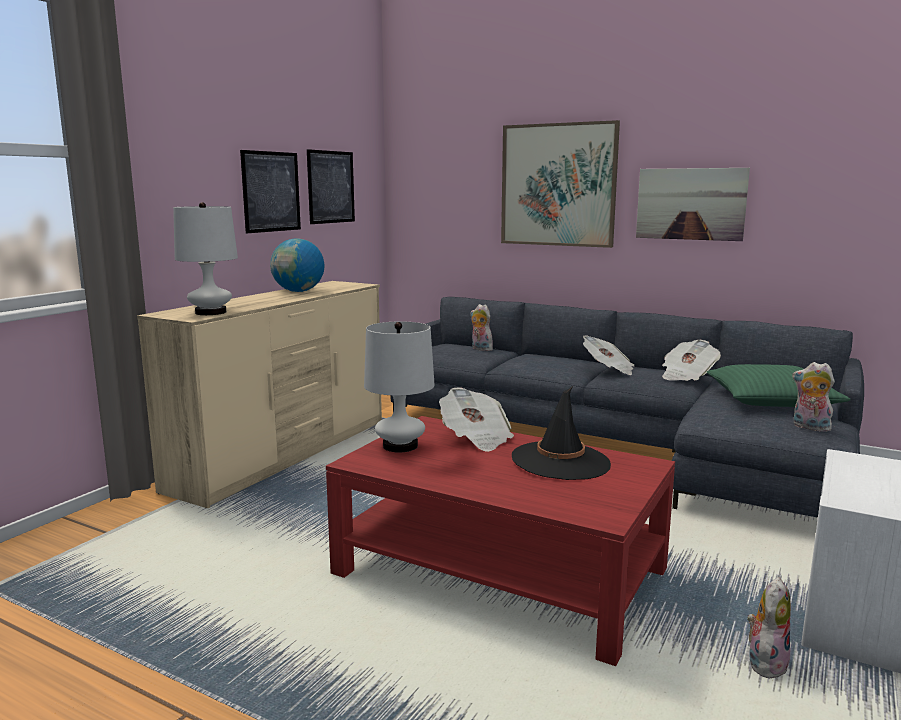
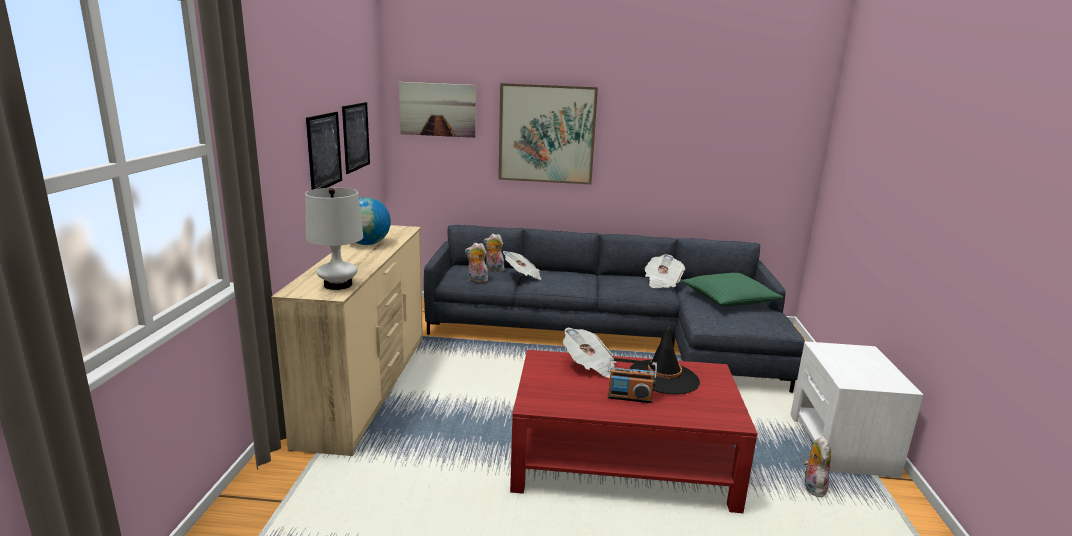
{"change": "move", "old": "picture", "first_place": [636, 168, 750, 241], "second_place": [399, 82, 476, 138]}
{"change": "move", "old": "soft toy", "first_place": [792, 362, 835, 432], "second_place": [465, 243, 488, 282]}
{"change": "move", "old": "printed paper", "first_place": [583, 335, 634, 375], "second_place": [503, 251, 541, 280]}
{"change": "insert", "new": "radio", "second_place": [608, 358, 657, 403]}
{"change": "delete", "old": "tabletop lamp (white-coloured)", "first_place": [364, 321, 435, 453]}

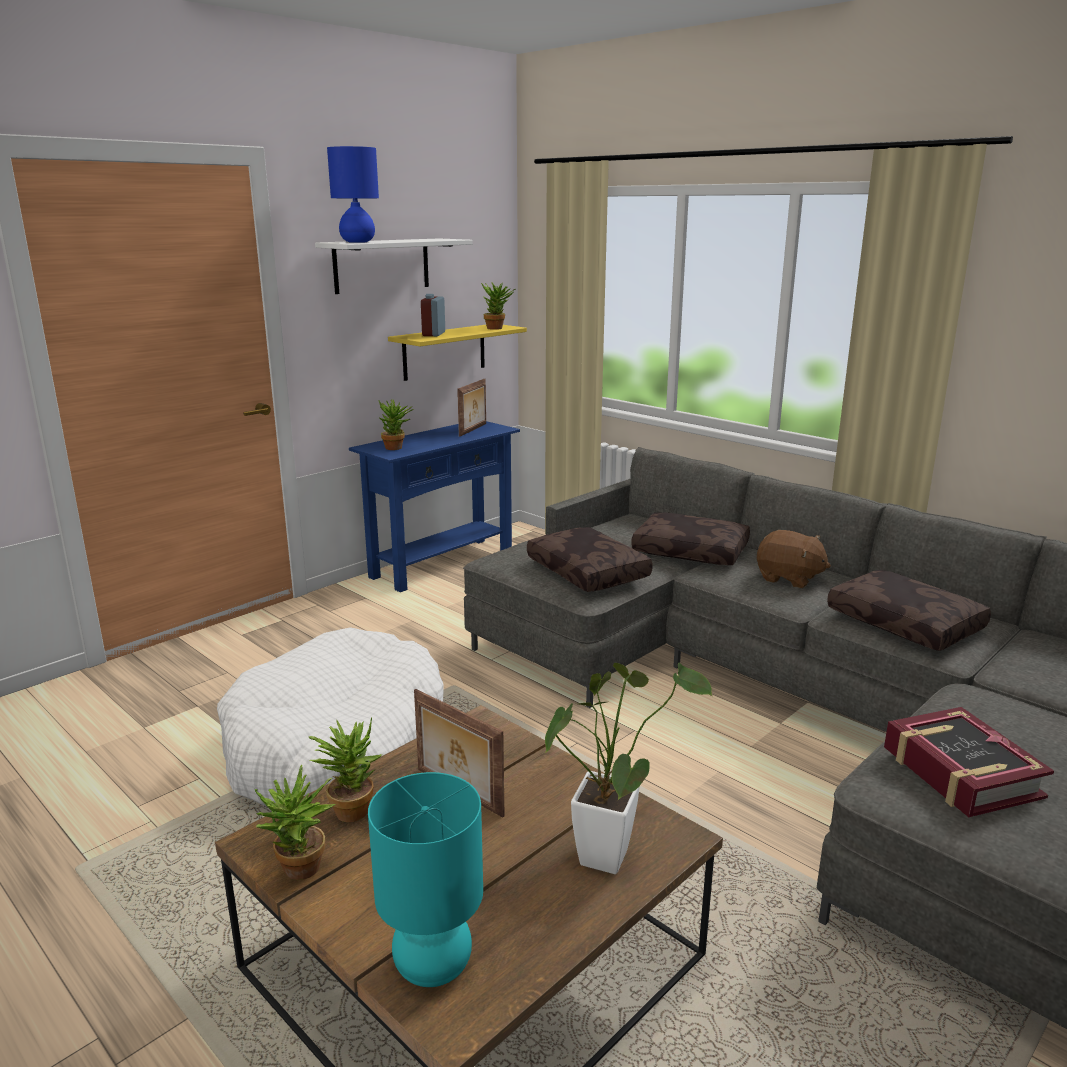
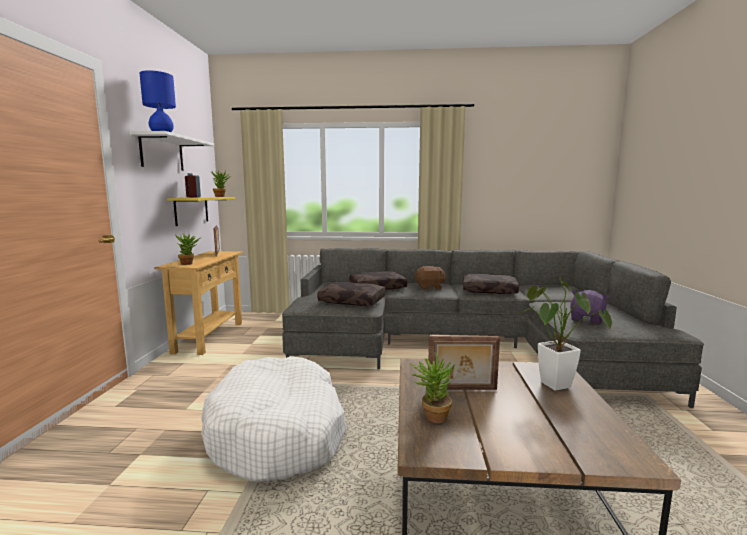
{"change": "recolor", "old": "hall table (blue-coloured)", "new": "hall table (sand-coloured)", "first_place": [349, 421, 520, 592], "second_place": [154, 251, 242, 355]}
{"change": "replace", "old": "book", "new": "soft toy (purple)", "first_place": [884, 707, 1054, 817], "second_place": [570, 290, 610, 324]}
{"change": "delete", "old": "houseplant", "first_place": [255, 765, 336, 880]}
{"change": "delete", "old": "tabletop lamp (turquoise-coloured)", "first_place": [368, 772, 483, 987]}

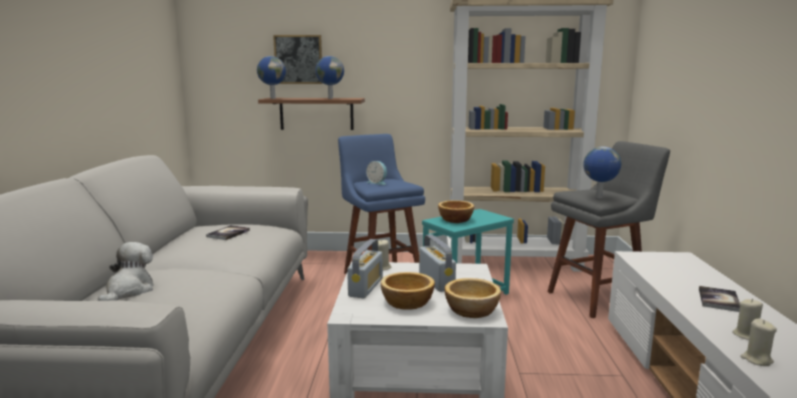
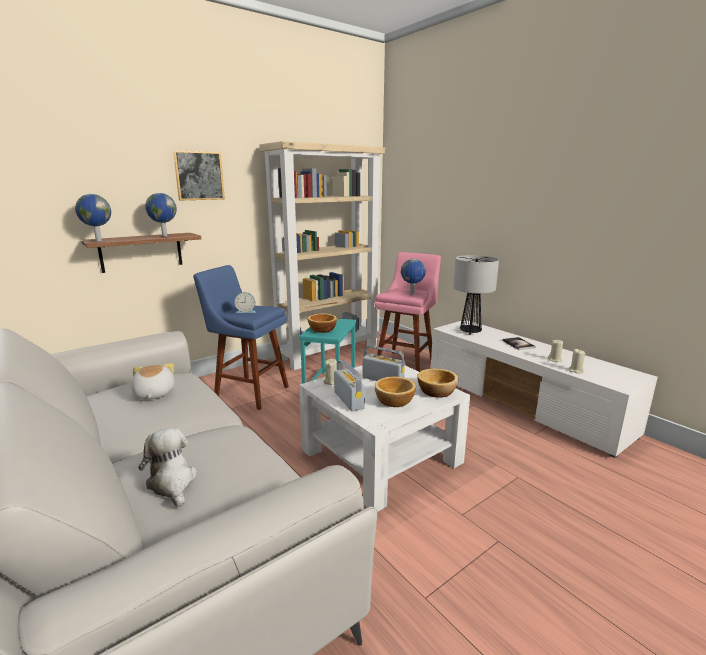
{"change": "replace", "old": "book", "new": "soft toy", "first_place": [206, 225, 250, 240], "second_place": [131, 363, 174, 399]}
{"change": "move", "old": "picture", "first_place": [273, 35, 323, 84], "second_place": [173, 150, 225, 201]}
{"change": "recolor", "old": "stool seat (gray)", "new": "stool seat (pink)", "first_place": [548, 141, 670, 318], "second_place": [374, 252, 441, 372]}
{"change": "insert", "new": "tabletop lamp", "second_place": [453, 255, 499, 335]}

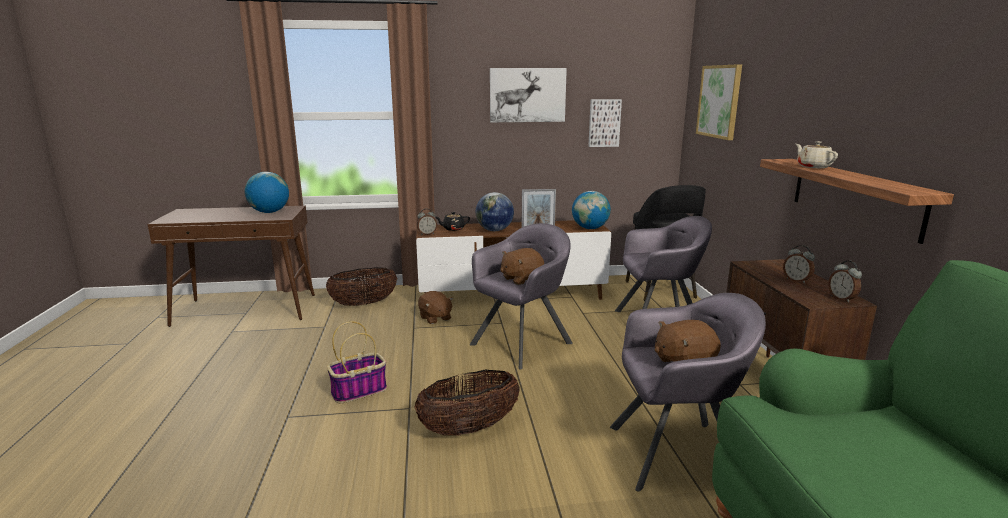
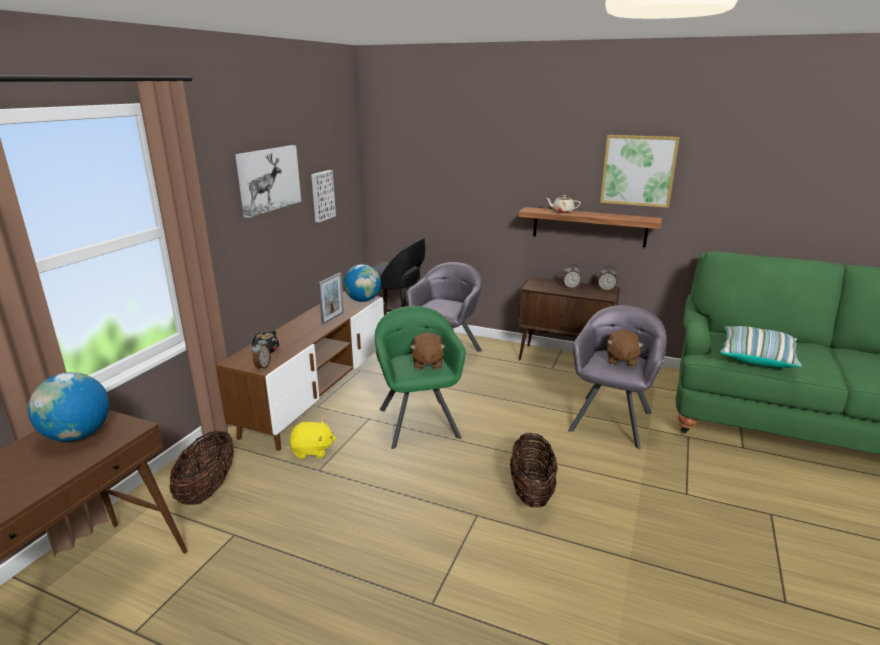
{"change": "recolor", "old": "soft toy (brown-coloured)", "new": "soft toy (yellow-coloured)", "first_place": [418, 291, 453, 324], "second_place": [289, 420, 336, 459]}
{"change": "recolor", "old": "armchair (gray)", "new": "armchair (green-coloured)", "first_place": [470, 223, 573, 370], "second_place": [375, 306, 466, 449]}
{"change": "move", "old": "picture", "first_place": [696, 64, 742, 140], "second_place": [600, 135, 680, 208]}
{"change": "insert", "new": "throw pillow", "second_place": [720, 326, 802, 368]}
{"change": "delete", "old": "storage basket", "first_place": [327, 321, 387, 403]}
{"change": "delete", "old": "world globe", "first_place": [476, 192, 514, 231]}

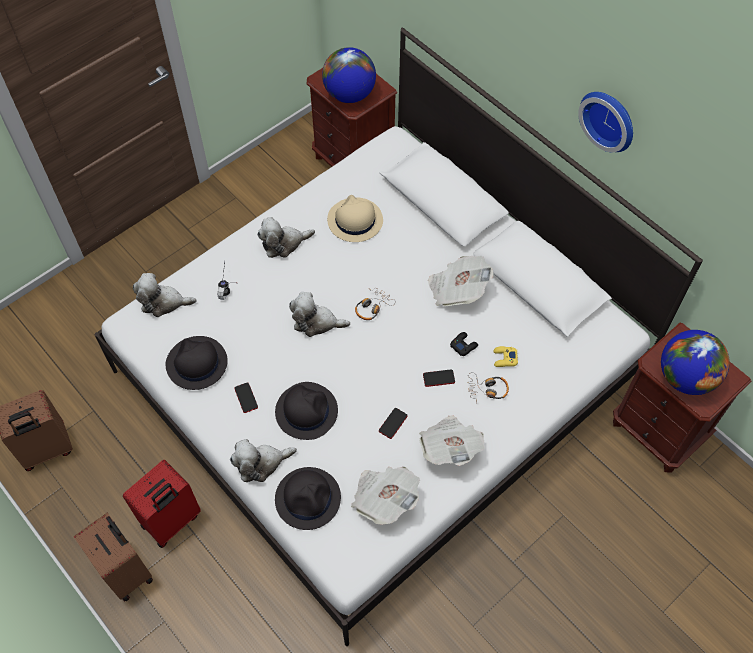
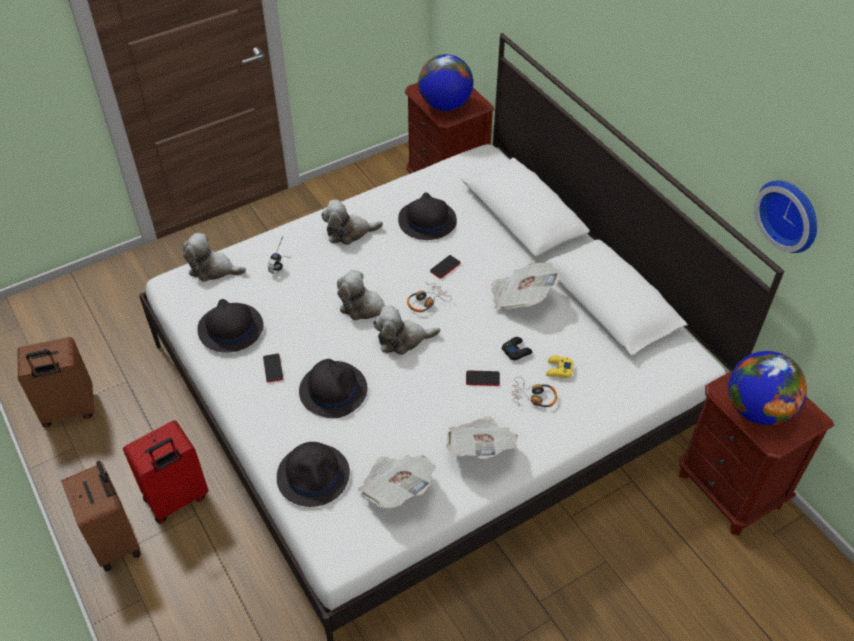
{"change": "move", "old": "soft toy", "first_place": [230, 439, 297, 482], "second_place": [373, 306, 440, 355]}
{"change": "recolor", "old": "clothing hat (sand-coloured)", "new": "clothing hat (black-coloured)", "first_place": [327, 195, 383, 242], "second_place": [398, 192, 457, 240]}
{"change": "move", "old": "phone", "first_place": [379, 408, 408, 439], "second_place": [430, 255, 461, 279]}
{"change": "move", "old": "wall clock", "first_place": [578, 92, 633, 152], "second_place": [754, 180, 817, 253]}

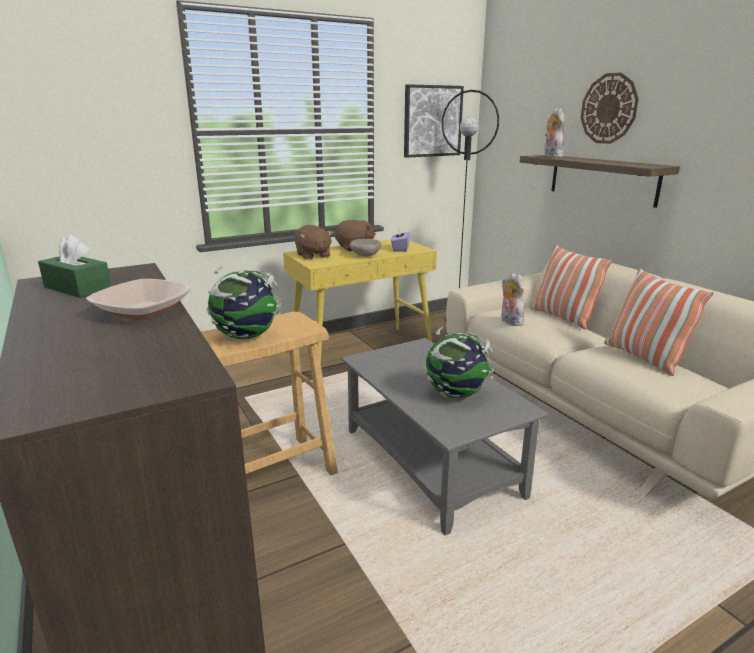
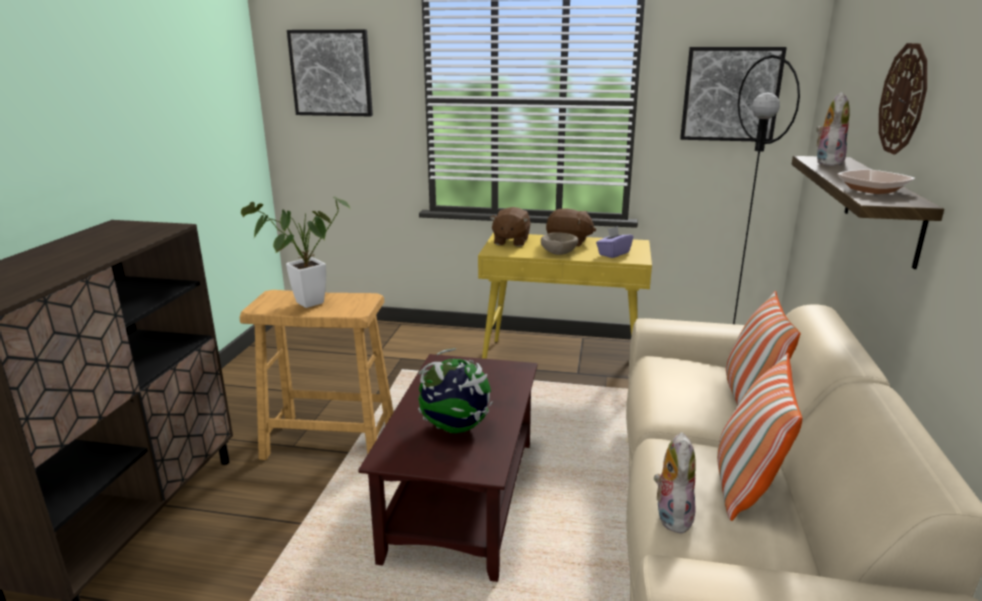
{"change": "replace", "old": "world globe", "new": "houseplant", "first_place": [207, 266, 281, 340], "second_place": [241, 197, 351, 308]}
{"change": "insert", "new": "picture", "second_place": [287, 30, 373, 117]}
{"change": "recolor", "old": "coffee table (gray)", "new": "coffee table (brown-coloured)", "first_place": [341, 338, 549, 535], "second_place": [358, 354, 538, 582]}
{"change": "move", "old": "soft toy", "first_place": [501, 273, 524, 326], "second_place": [654, 432, 696, 533]}
{"change": "move", "old": "serving bowl", "first_place": [86, 279, 192, 320], "second_place": [837, 169, 915, 194]}
{"change": "delete", "old": "tissue holder (green-coloured)", "first_place": [38, 234, 111, 298]}

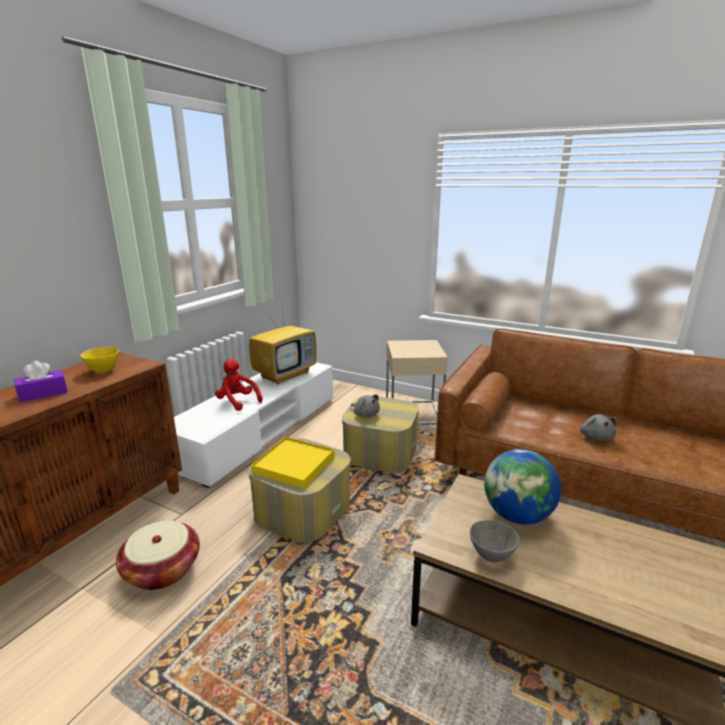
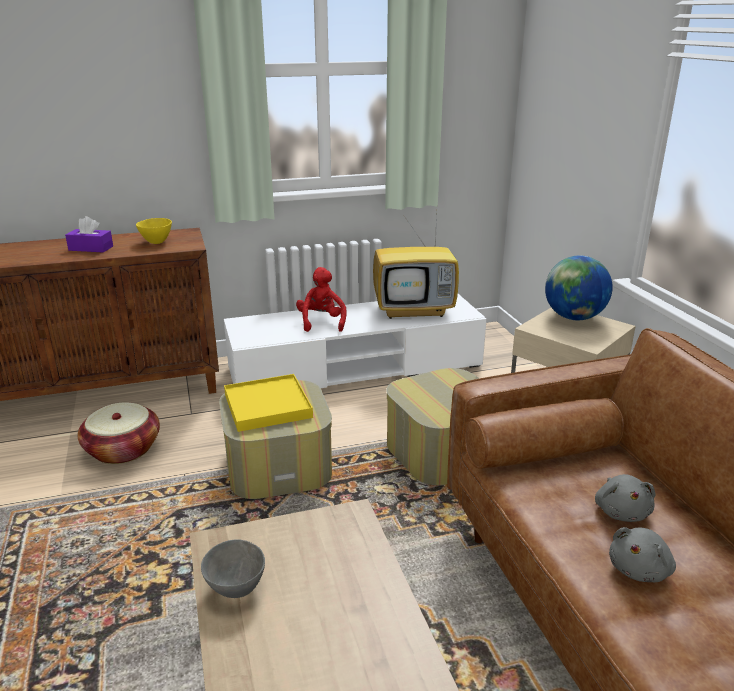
{"change": "move", "old": "world globe", "first_place": [484, 449, 561, 524], "second_place": [545, 255, 613, 320]}
{"change": "move", "old": "soft toy (gray)", "first_place": [351, 394, 380, 417], "second_place": [595, 474, 656, 522]}

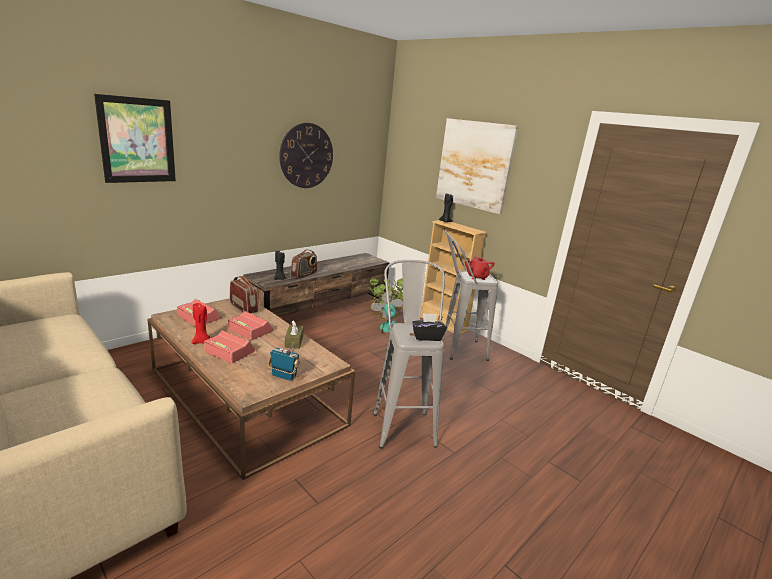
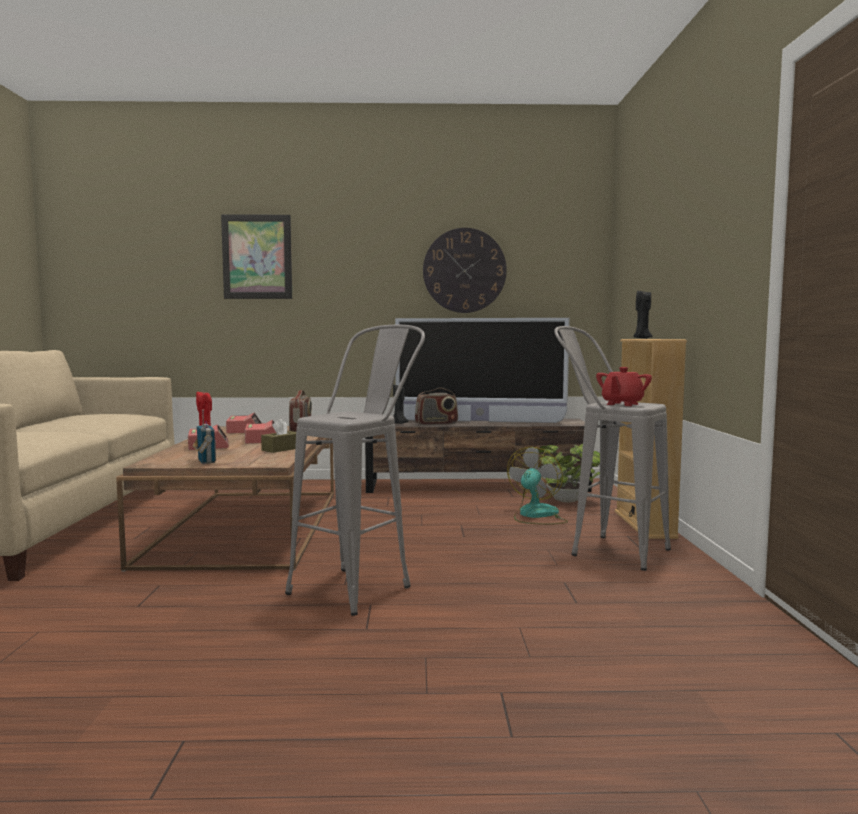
{"change": "insert", "new": "television", "second_place": [395, 318, 570, 423]}
{"change": "delete", "old": "tissue holder (black-coloured)", "first_place": [412, 313, 447, 341]}
{"change": "delete", "old": "picture", "first_place": [436, 118, 519, 214]}

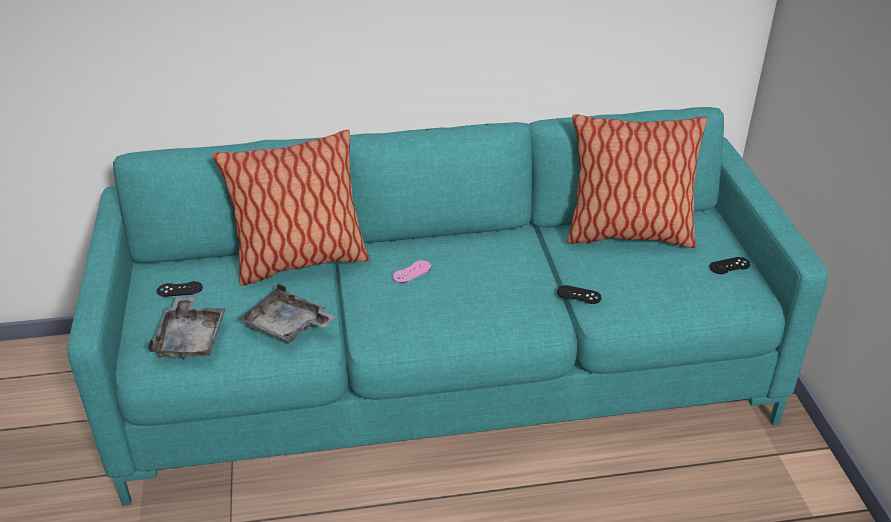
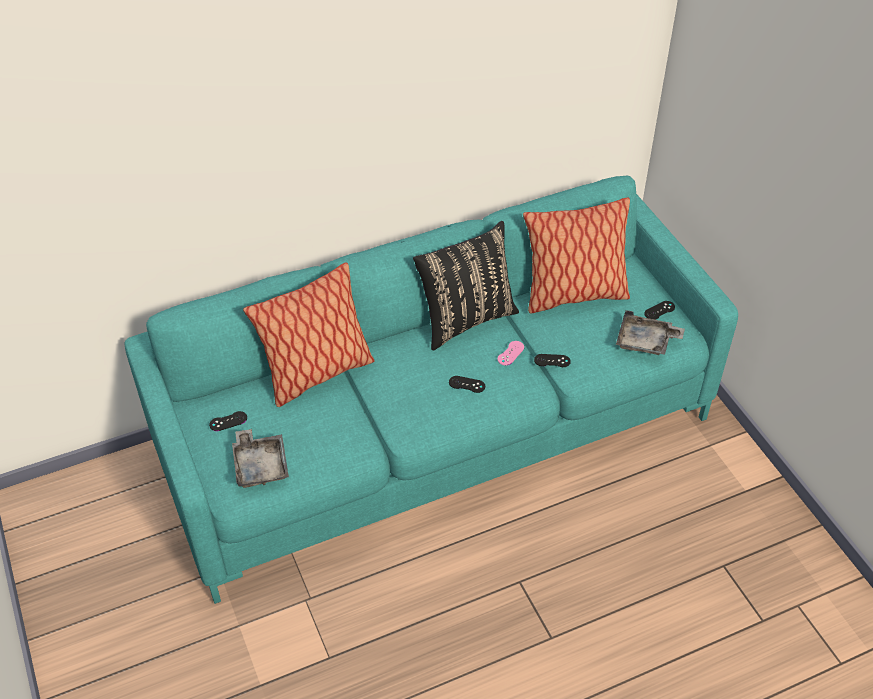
{"change": "insert", "new": "throw pillow (black-coloured)", "second_place": [413, 221, 519, 350]}
{"change": "insert", "new": "game controller (black-coloured)", "second_place": [449, 376, 485, 393]}
{"change": "move", "old": "game controller (pink)", "first_place": [393, 260, 431, 283], "second_place": [497, 341, 524, 366]}
{"change": "move", "old": "carrying tray (gray)", "first_place": [238, 283, 336, 343], "second_place": [616, 310, 685, 355]}

